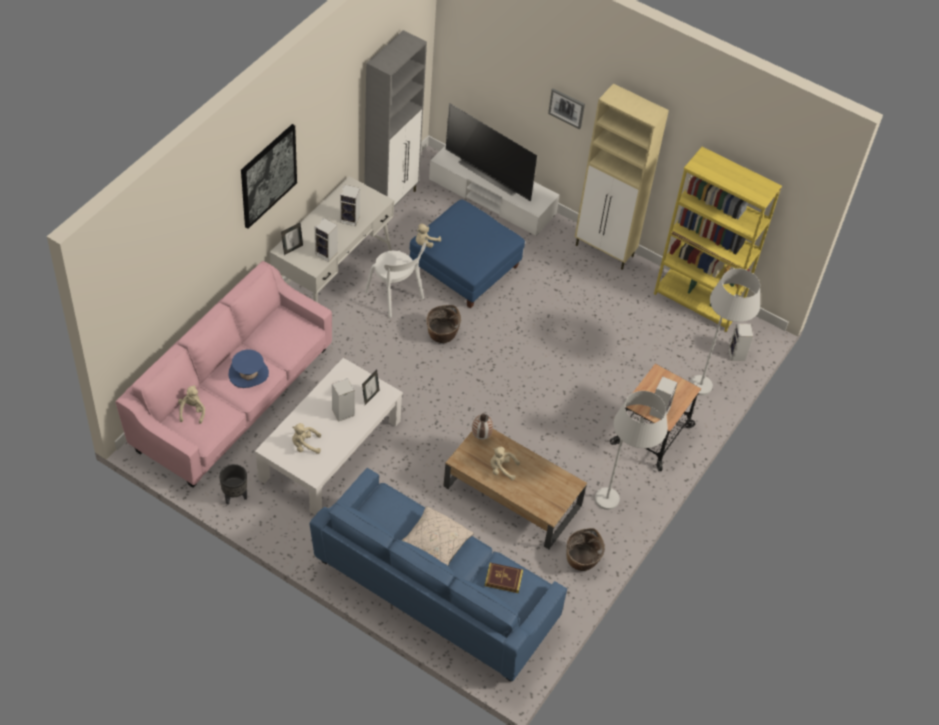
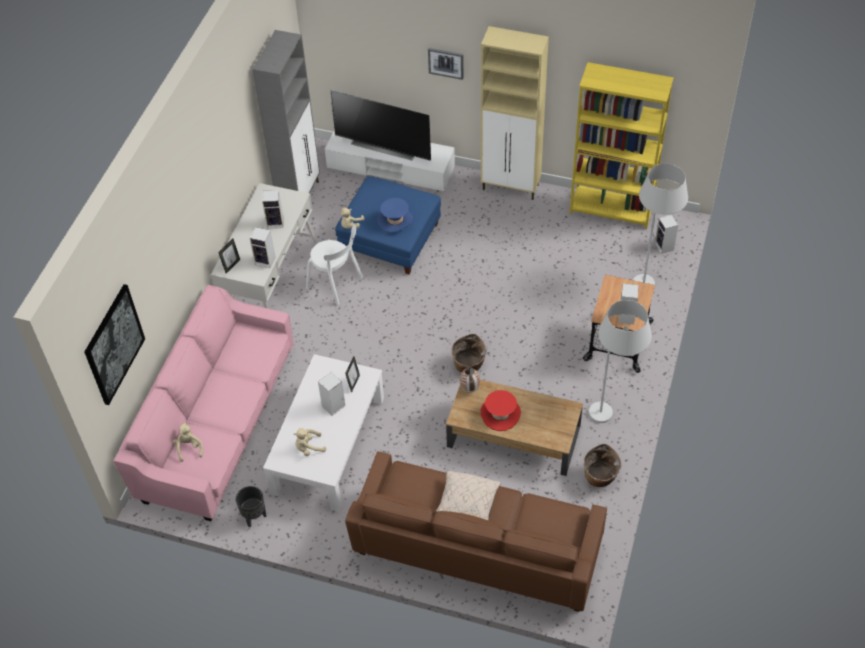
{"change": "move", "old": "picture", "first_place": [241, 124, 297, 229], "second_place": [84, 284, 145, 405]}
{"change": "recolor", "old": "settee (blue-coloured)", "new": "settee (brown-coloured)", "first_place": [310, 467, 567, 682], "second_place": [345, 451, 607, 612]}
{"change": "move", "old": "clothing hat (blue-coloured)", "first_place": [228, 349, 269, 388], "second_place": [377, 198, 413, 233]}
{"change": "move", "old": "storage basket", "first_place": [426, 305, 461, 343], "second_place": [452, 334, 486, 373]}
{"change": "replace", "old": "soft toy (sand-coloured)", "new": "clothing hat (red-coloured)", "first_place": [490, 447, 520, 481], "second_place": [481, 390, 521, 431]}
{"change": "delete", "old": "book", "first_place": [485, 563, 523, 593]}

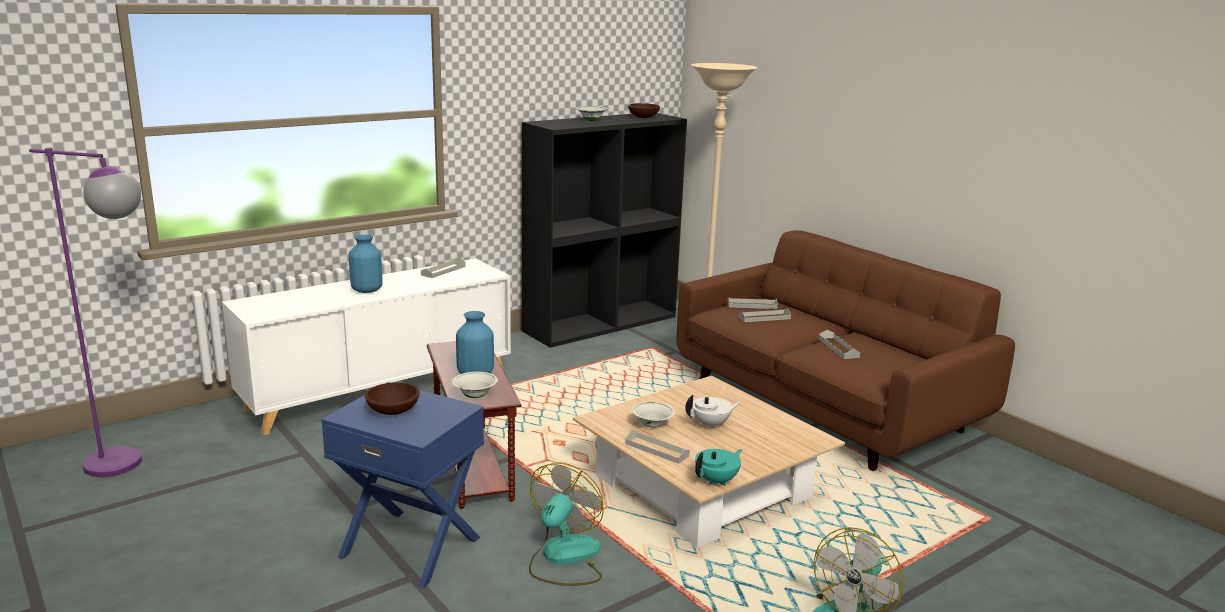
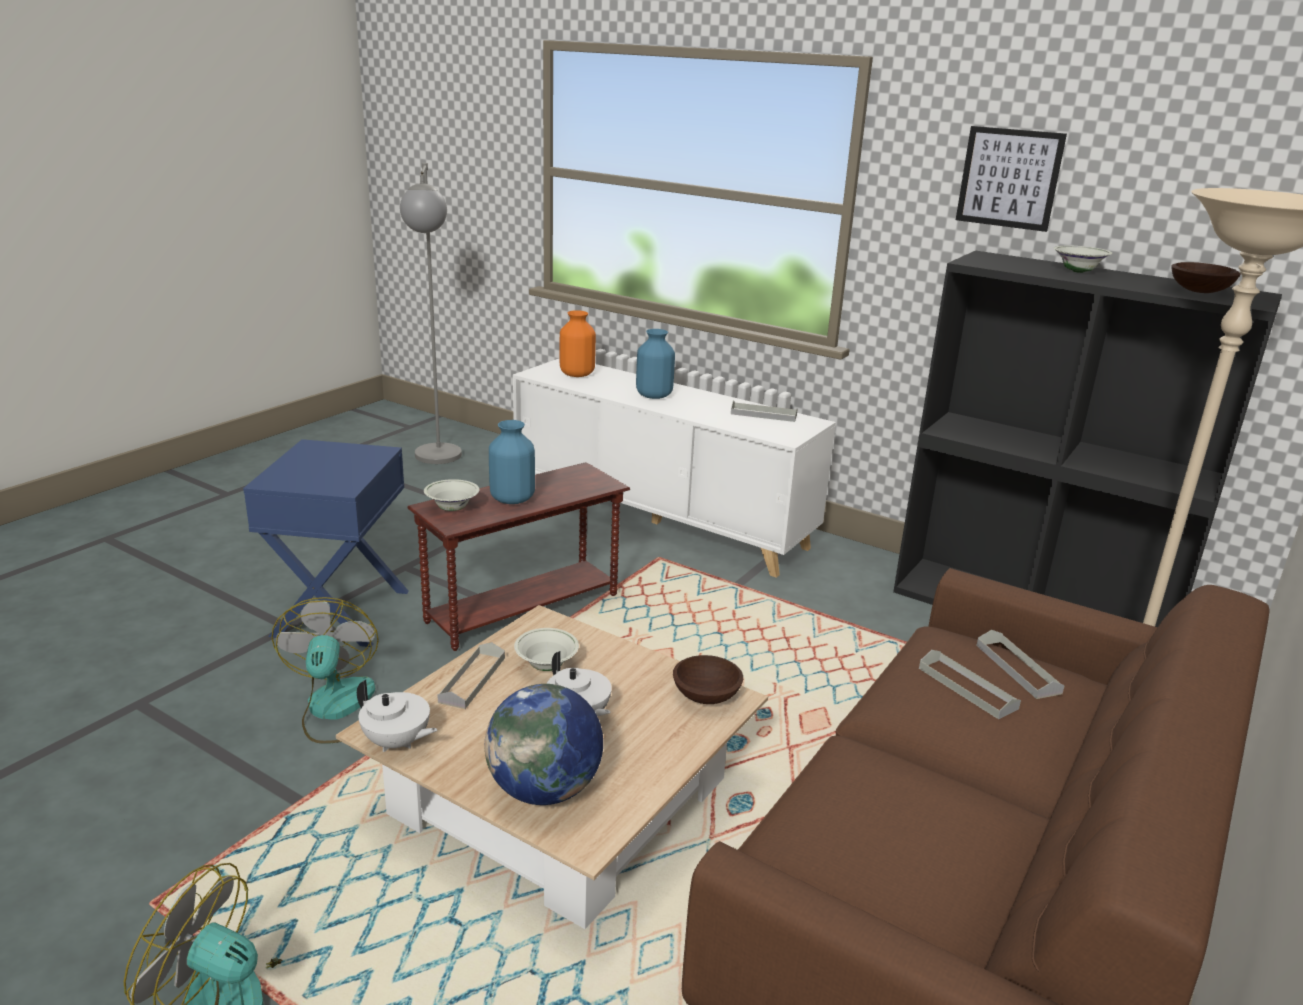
{"change": "rotate", "old": "fan", "first_place": [529, 463, 604, 586], "second_place": [271, 597, 379, 743], "degrees": -105}
{"change": "recolor", "old": "teapot (turquoise-coloured)", "new": "teapot (white-coloured)", "first_place": [695, 449, 742, 486], "second_place": [357, 680, 437, 752]}
{"change": "recolor", "old": "floor lamp (purple)", "new": "floor lamp (gray)", "first_place": [29, 148, 142, 477], "second_place": [400, 163, 462, 464]}
{"change": "insert", "new": "world globe", "second_place": [485, 684, 603, 805]}
{"change": "insert", "new": "vase (orange)", "second_place": [560, 310, 596, 377]}
{"change": "move", "old": "serving bowl (brown-coloured)", "first_place": [365, 383, 420, 415], "second_place": [673, 655, 743, 704]}
{"change": "insert", "new": "picture", "second_place": [956, 126, 1067, 232]}
{"change": "delete", "old": "carrying tray (gray)", "first_place": [819, 330, 860, 359]}

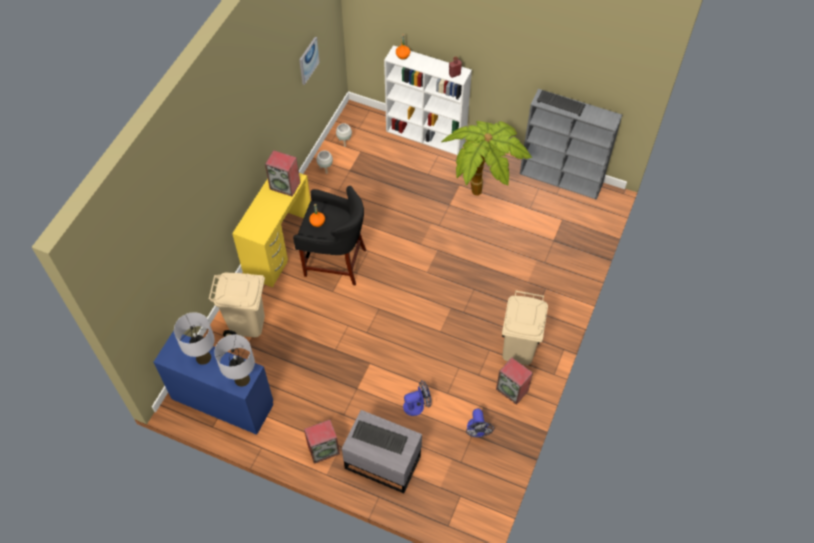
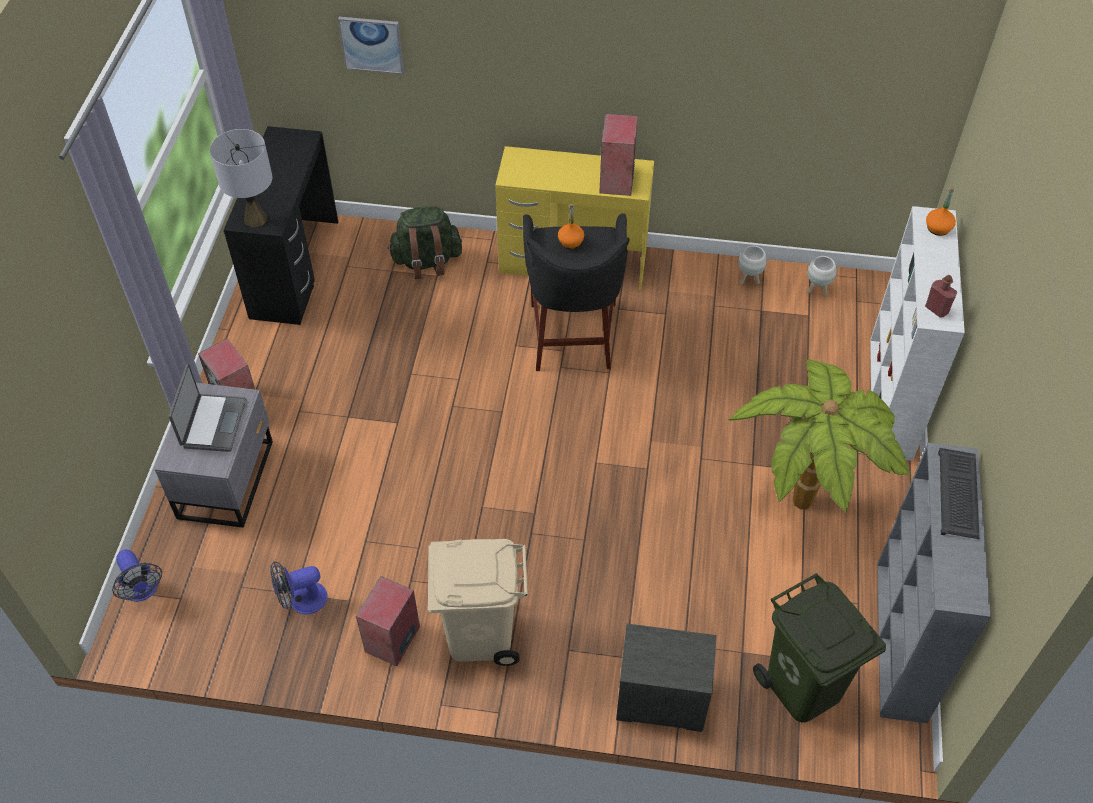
{"change": "move", "old": "fan", "first_place": [403, 380, 432, 416], "second_place": [112, 549, 162, 602]}
{"change": "replace", "old": "computer keyboard", "new": "laptop", "first_place": [352, 420, 408, 454], "second_place": [169, 364, 247, 452]}
{"change": "recolor", "old": "desk (blue-coloured)", "new": "desk (black-coloured)", "first_place": [154, 331, 273, 435], "second_place": [224, 126, 338, 325]}
{"change": "move", "old": "picture", "first_place": [299, 37, 320, 85], "second_place": [338, 17, 404, 74]}
{"change": "replace", "old": "waste bin (sand-coloured)", "new": "rucksack (green-coloured)", "first_place": [208, 272, 265, 337], "second_place": [387, 206, 462, 279]}
{"change": "insert", "new": "bedside table", "second_place": [616, 624, 717, 732]}
{"change": "insert", "new": "waste bin (green-coloured)", "second_place": [753, 573, 886, 723]}
{"change": "delete", "old": "tabletop lamp (gray)", "first_place": [174, 312, 215, 365]}

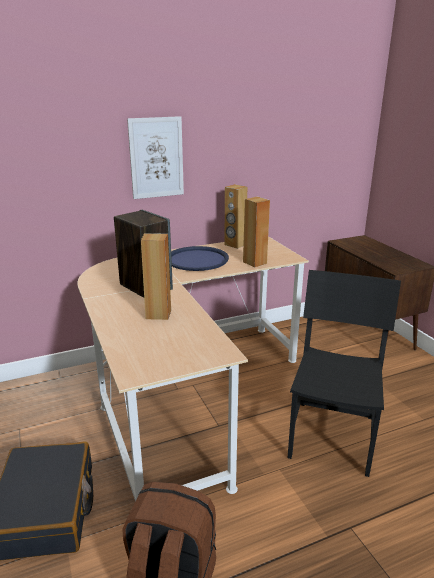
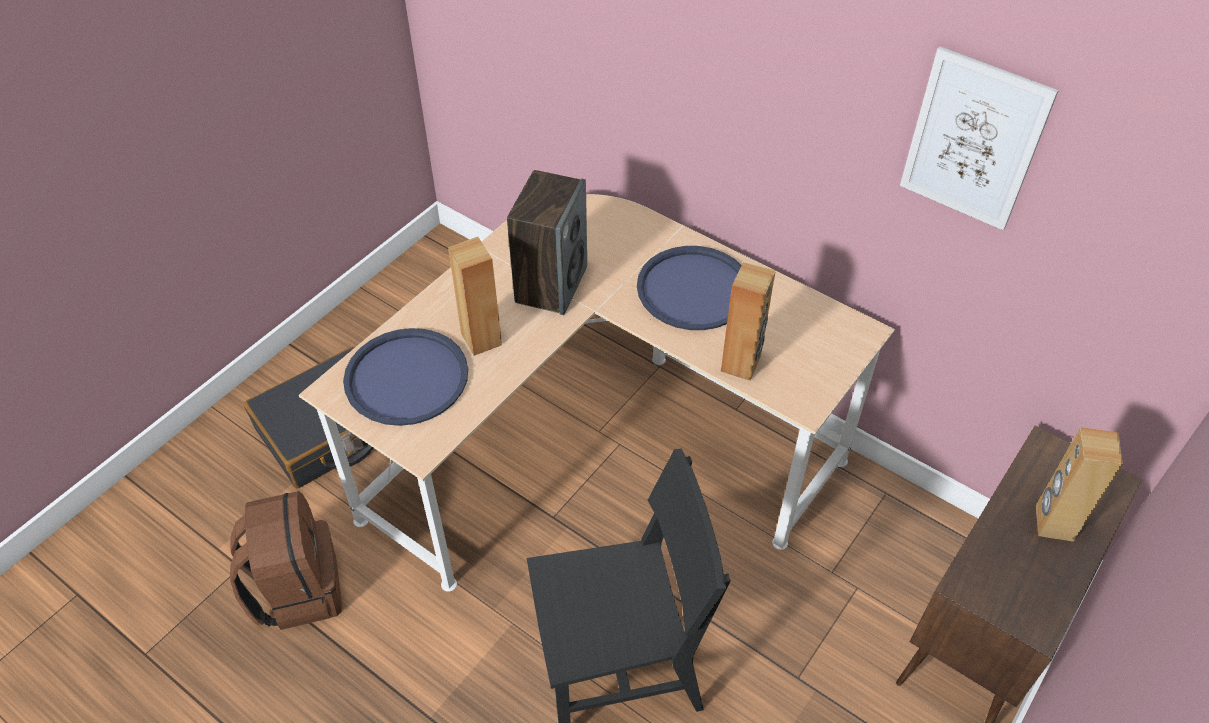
{"change": "insert", "new": "carrying tray (blue-coloured)", "second_place": [343, 328, 468, 426]}
{"change": "move", "old": "picture", "first_place": [127, 116, 184, 199], "second_place": [900, 46, 1059, 230]}
{"change": "move", "old": "audio speaker (brown-coloured)", "first_place": [224, 184, 247, 249], "second_place": [1036, 427, 1123, 542]}

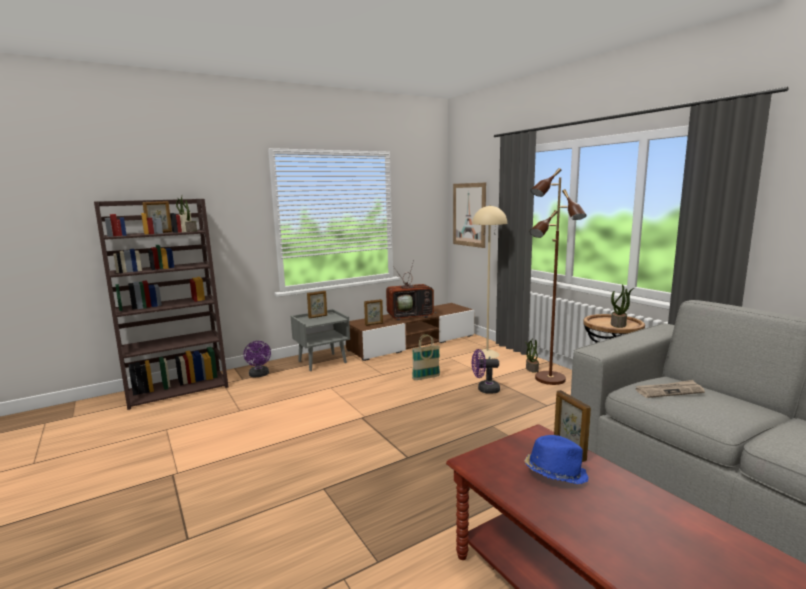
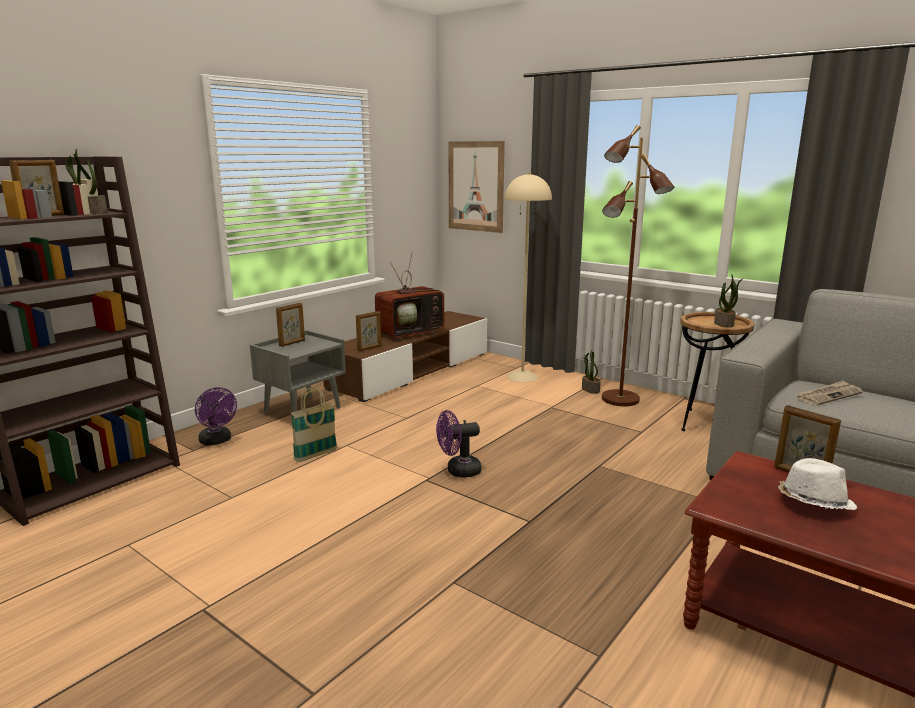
{"change": "move", "old": "storage basket", "first_place": [412, 334, 440, 380], "second_place": [291, 387, 337, 462]}
{"change": "move", "old": "fan (purple)", "first_place": [472, 349, 500, 394], "second_place": [436, 410, 482, 478]}
{"change": "recolor", "old": "clothing hat (blue-coloured)", "new": "clothing hat (white-coloured)", "first_place": [524, 435, 589, 484], "second_place": [778, 458, 857, 510]}

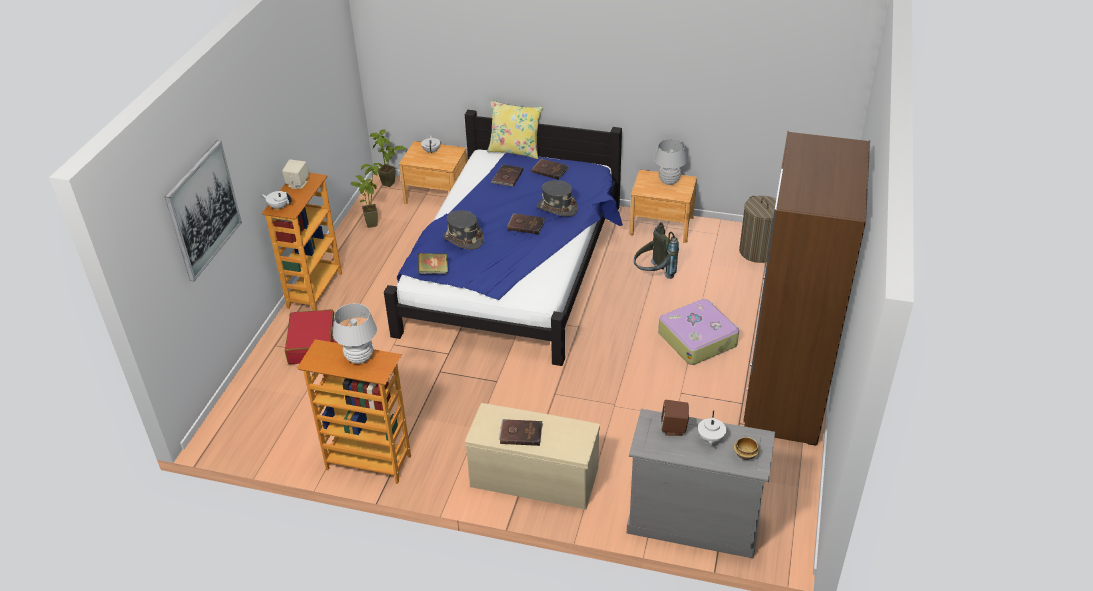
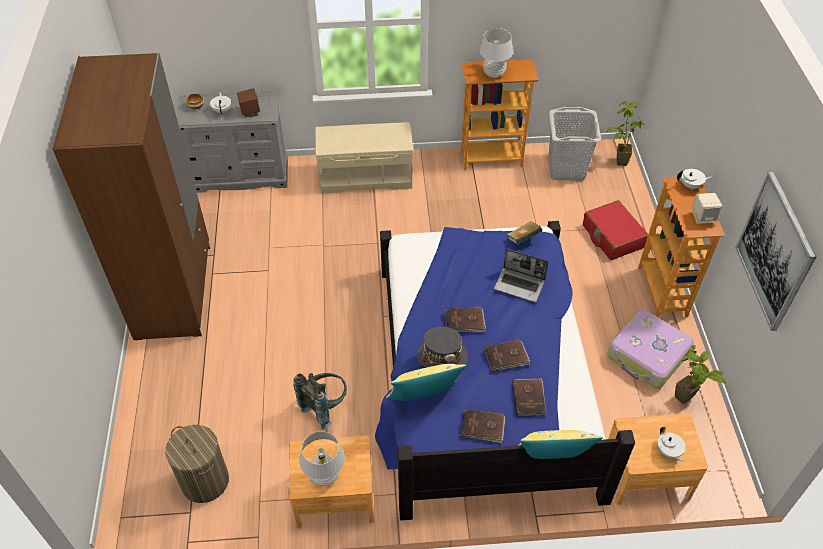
{"change": "insert", "new": "throw pillow (yellow-coloured)", "second_place": [386, 364, 466, 401]}
{"change": "move", "old": "book (brown-coloured)", "first_place": [499, 419, 543, 446], "second_place": [483, 339, 530, 372]}
{"change": "replace", "old": "clothing hat (gray)", "new": "laptop", "first_place": [443, 210, 484, 249], "second_place": [494, 249, 548, 302]}
{"change": "insert", "new": "laundry basket (gray)", "second_place": [548, 107, 601, 181]}
{"change": "move", "old": "houseplant", "first_place": [370, 130, 407, 187], "second_place": [606, 101, 646, 166]}
{"change": "move", "old": "piece of luggage", "first_place": [658, 299, 739, 365], "second_place": [607, 309, 694, 389]}
{"change": "move", "old": "picture", "first_place": [165, 141, 242, 281], "second_place": [735, 172, 816, 331]}

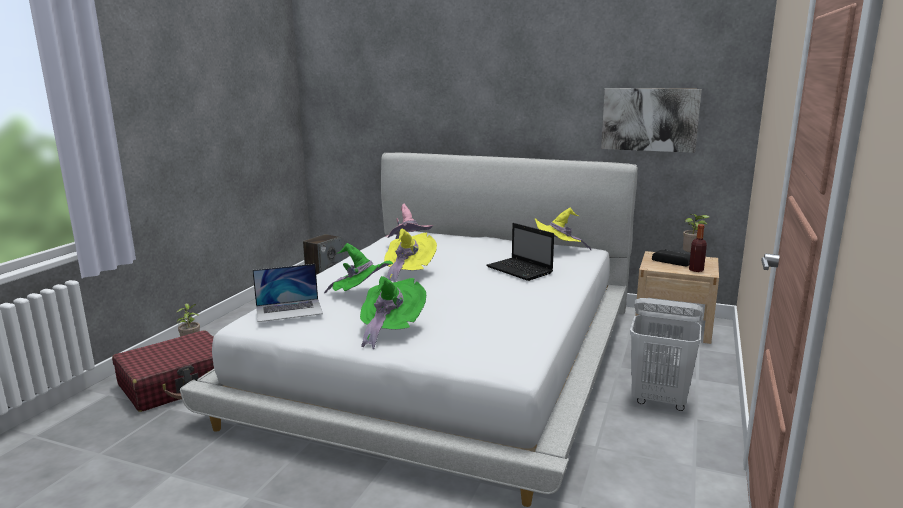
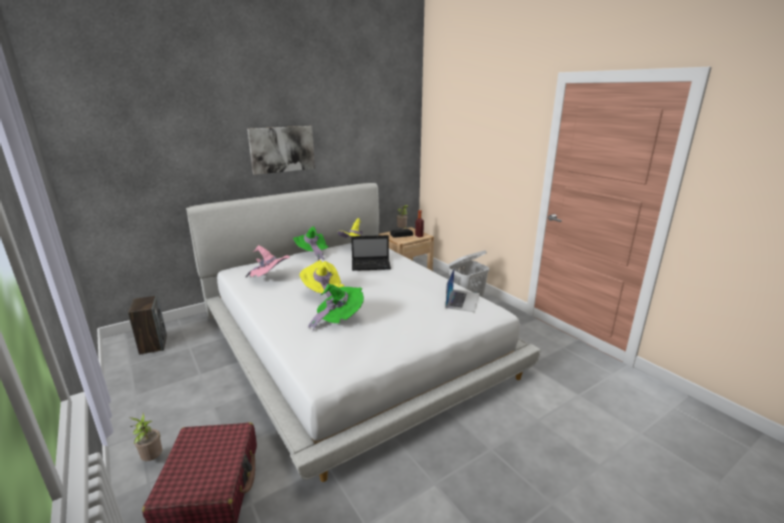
{"change": "move", "old": "picture", "first_place": [601, 88, 702, 153], "second_place": [247, 126, 315, 175]}
{"change": "move", "old": "clothing hat (green-coloured)", "first_place": [360, 276, 426, 349], "second_place": [293, 226, 329, 261]}
{"change": "move", "old": "laptop", "first_place": [252, 264, 323, 322], "second_place": [446, 267, 480, 312]}

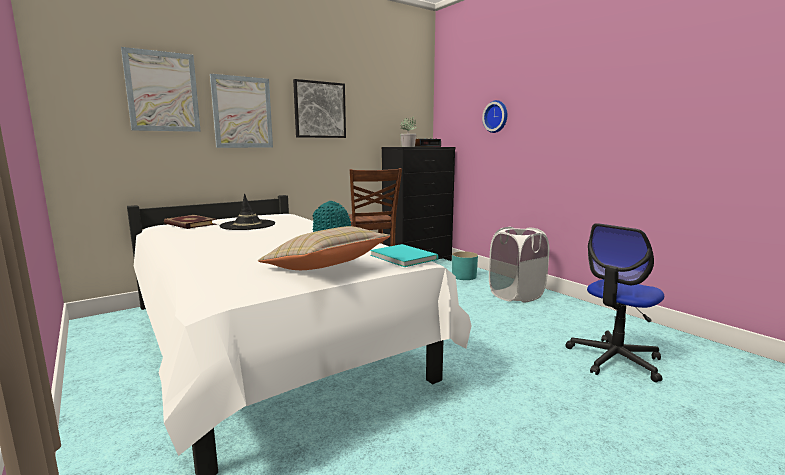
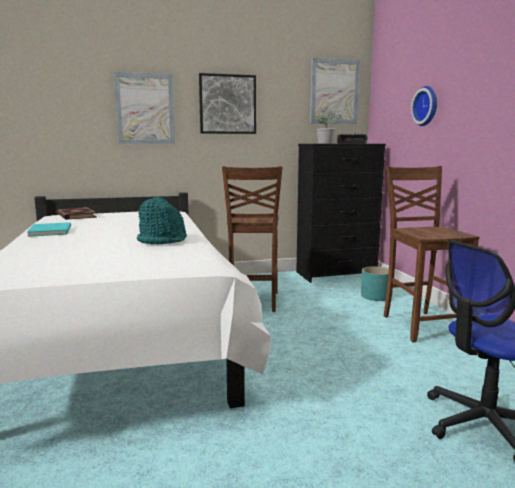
{"change": "move", "old": "book (turquoise-coloured)", "first_place": [370, 244, 438, 267], "second_place": [27, 222, 71, 237]}
{"change": "move", "old": "picture", "first_place": [121, 47, 201, 132], "second_place": [310, 58, 360, 124]}
{"change": "replace", "old": "laundry basket (white-coloured)", "new": "plain chair (brown-coloured)", "first_place": [489, 227, 549, 303], "second_place": [384, 166, 479, 342]}
{"change": "delete", "old": "clothing hat (black-coloured)", "first_place": [219, 193, 275, 230]}
{"change": "delete", "old": "throw pillow (sand-coloured)", "first_place": [258, 226, 390, 270]}

